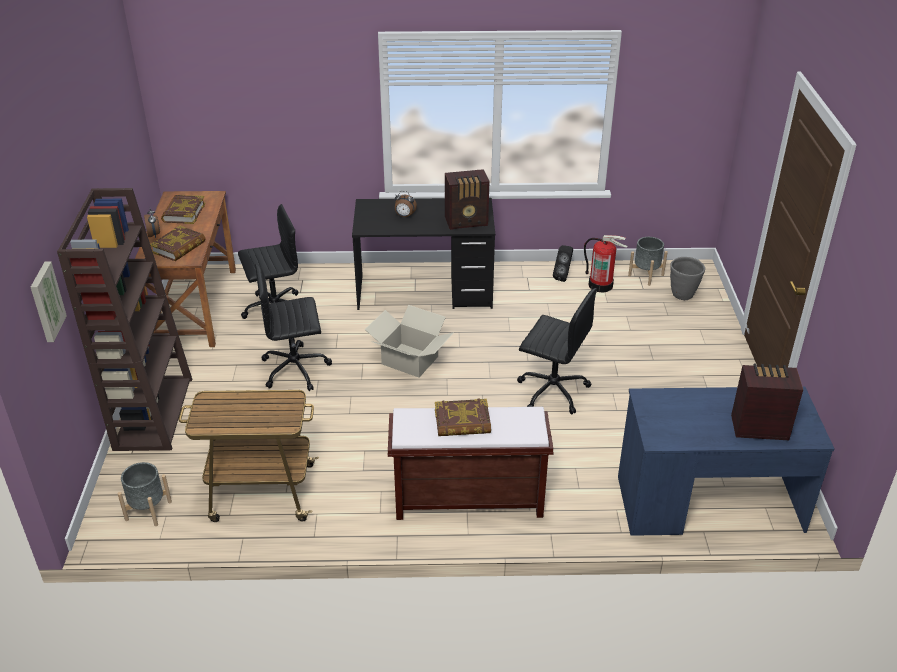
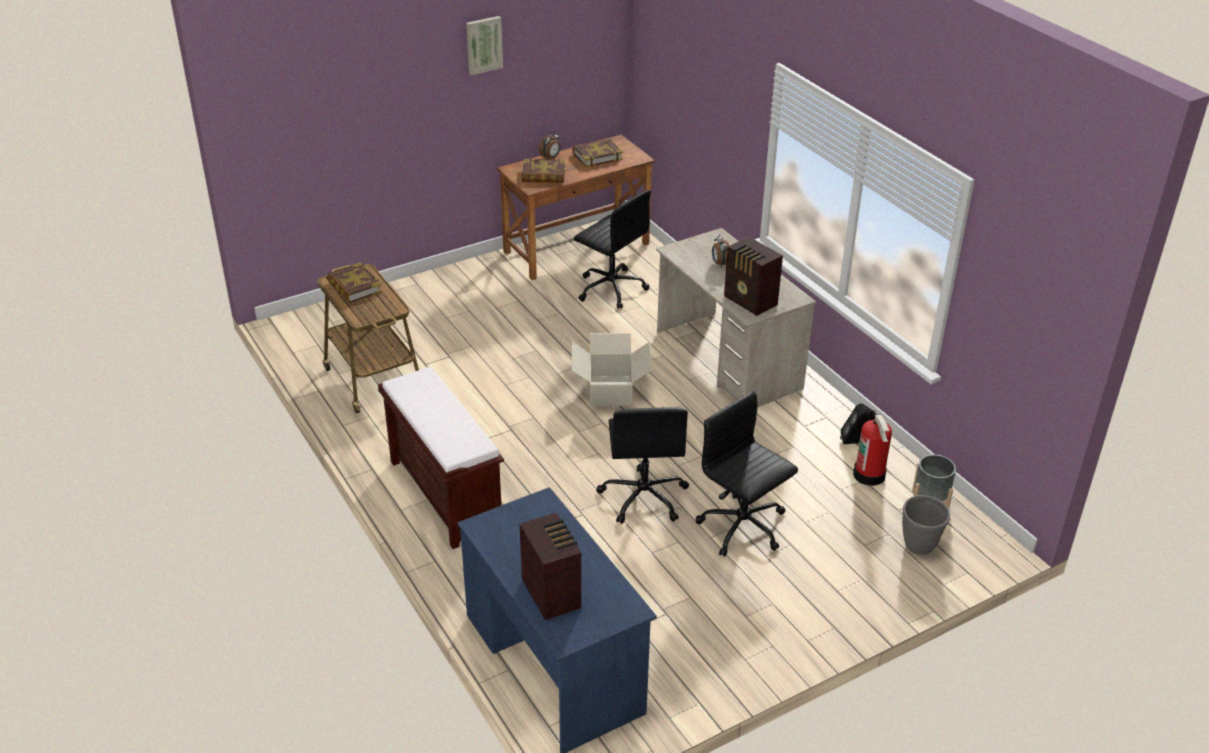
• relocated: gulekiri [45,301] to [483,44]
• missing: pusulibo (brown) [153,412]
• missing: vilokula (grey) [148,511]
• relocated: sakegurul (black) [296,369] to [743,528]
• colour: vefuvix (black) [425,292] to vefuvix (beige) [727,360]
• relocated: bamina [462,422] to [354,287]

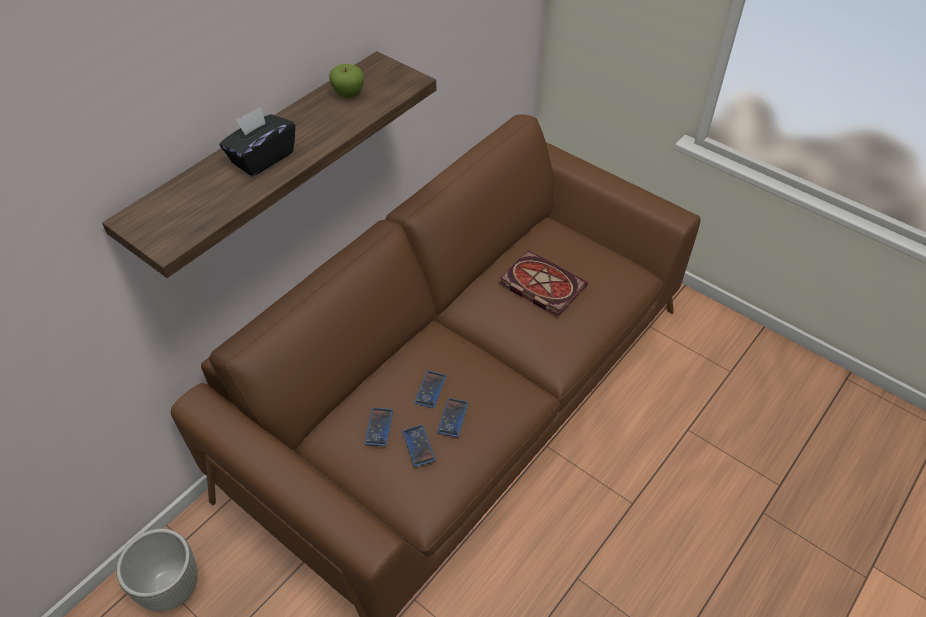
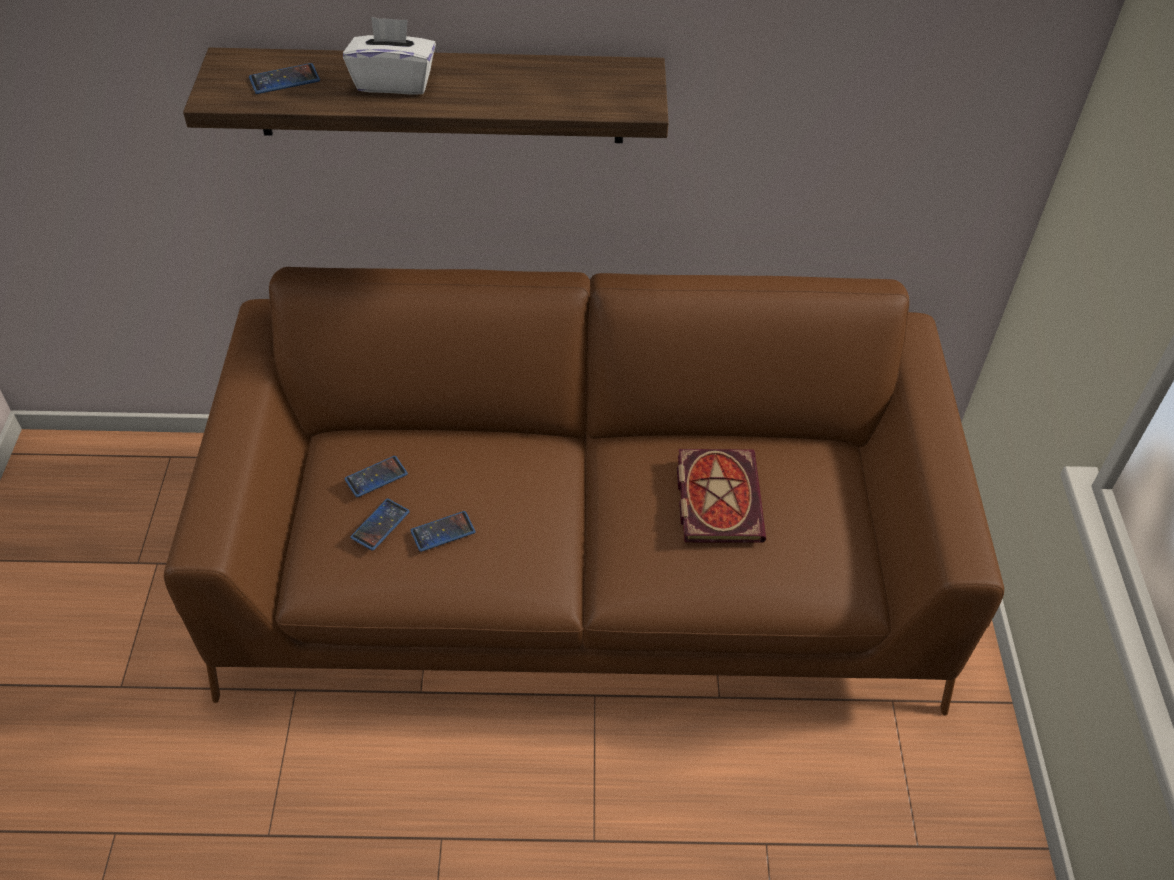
• missing: vilokula (grey) [170,587]
• colour: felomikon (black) [262,158] to felomikon (white) [394,82]
• missing: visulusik [348,94]
• relocated: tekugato [430,389] to [284,80]

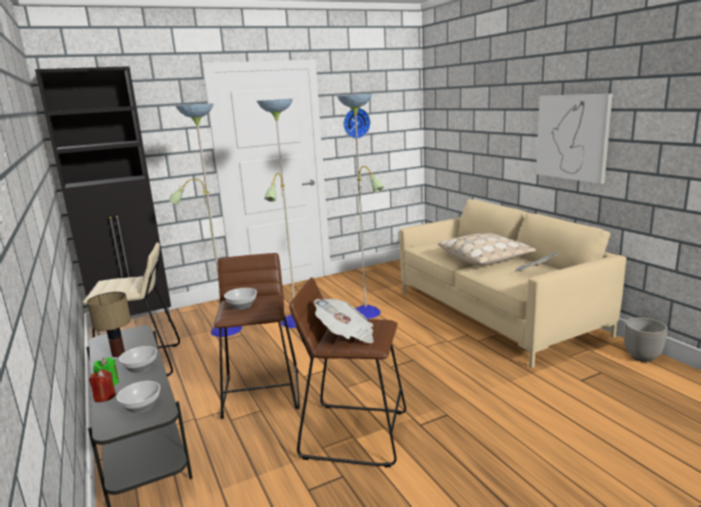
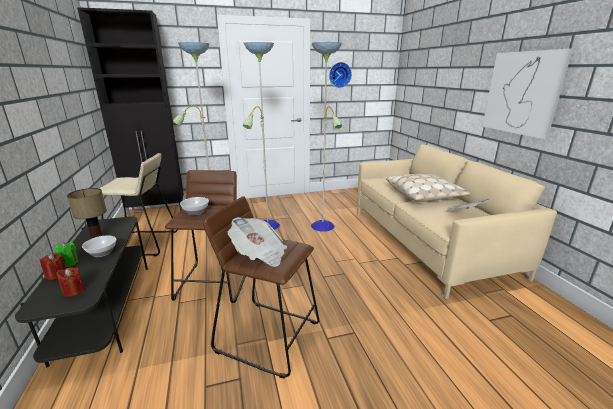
• exchanged: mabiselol [141,407] to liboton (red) [74,291]
• missing: vilokula [642,357]

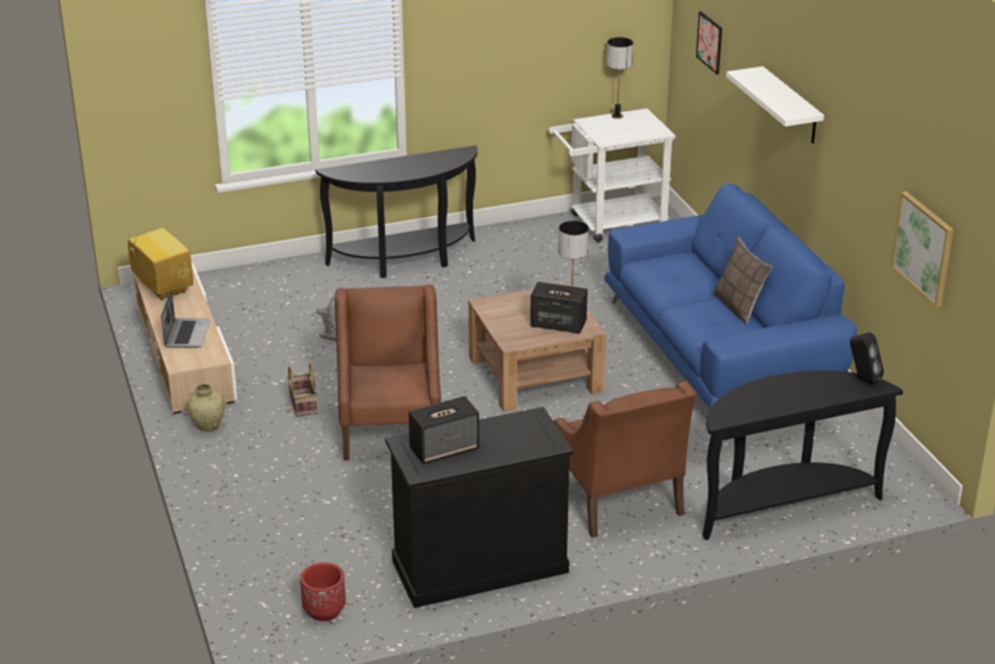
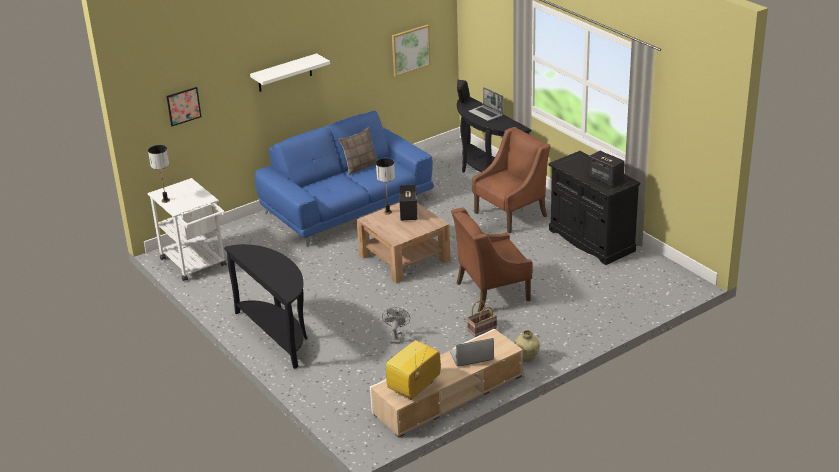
• missing: vilokula (red) [324,611]
• appeared: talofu [486,114]

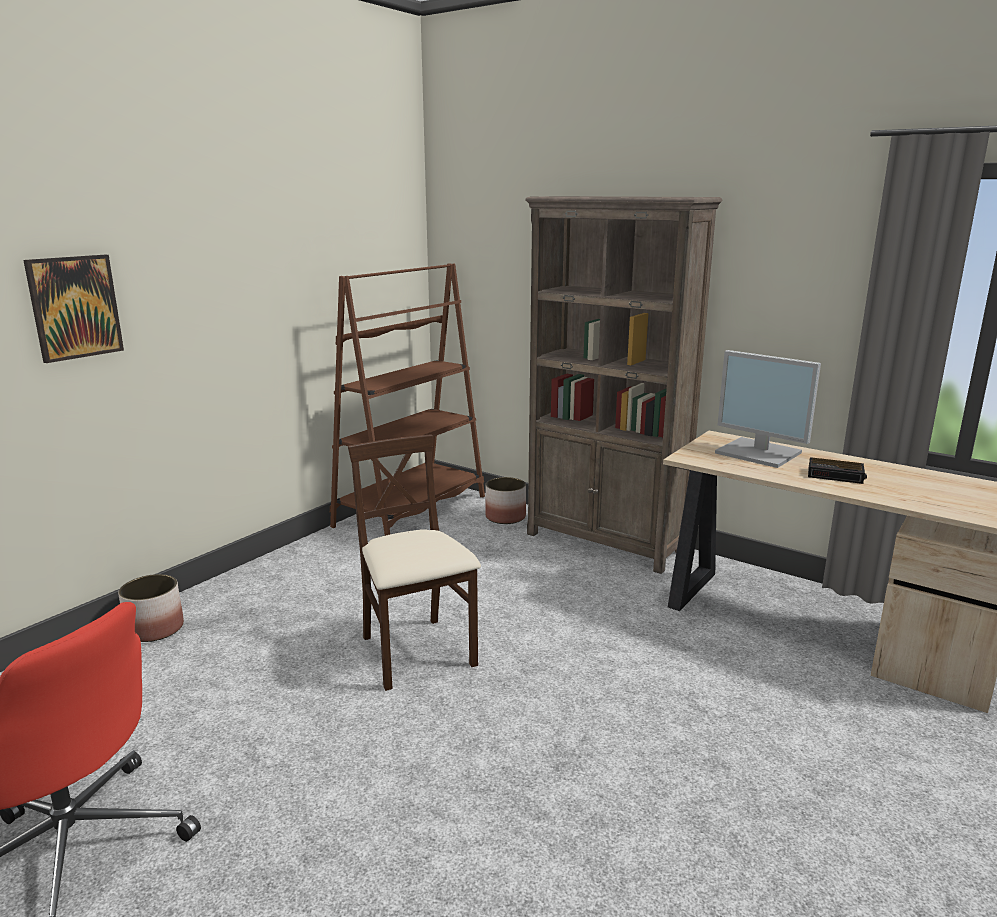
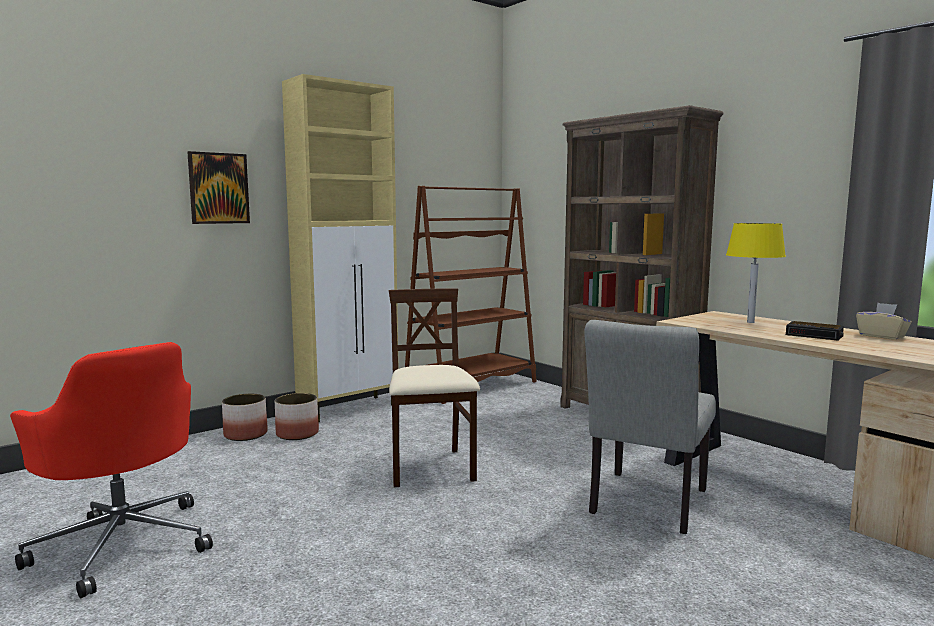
• relocated: vilokula [505,517] to [298,434]
• exchanged: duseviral [760,453] to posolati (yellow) [750,322]
• appeared: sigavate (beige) [349,409]
• appeared: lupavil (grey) [645,505]
• appeared: felomikon (beige) [882,336]

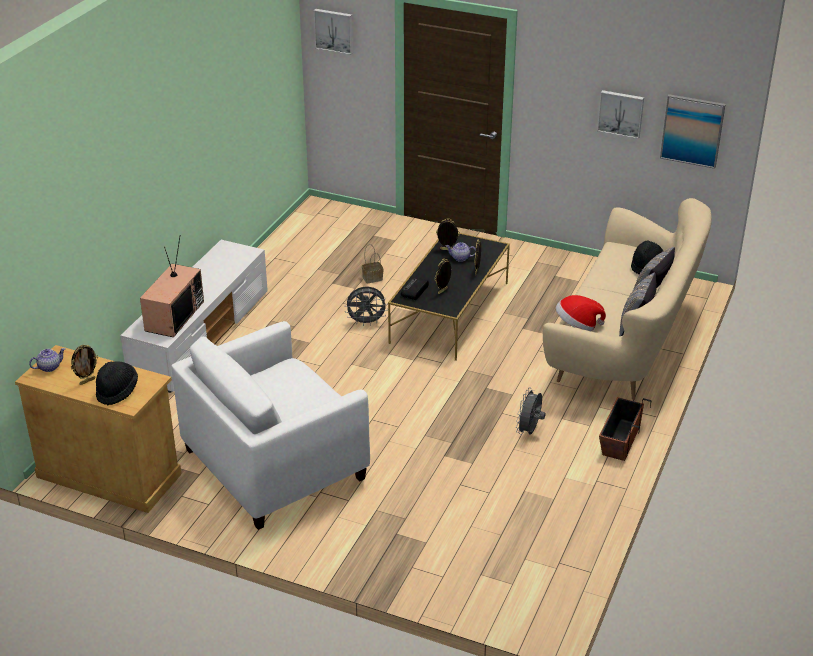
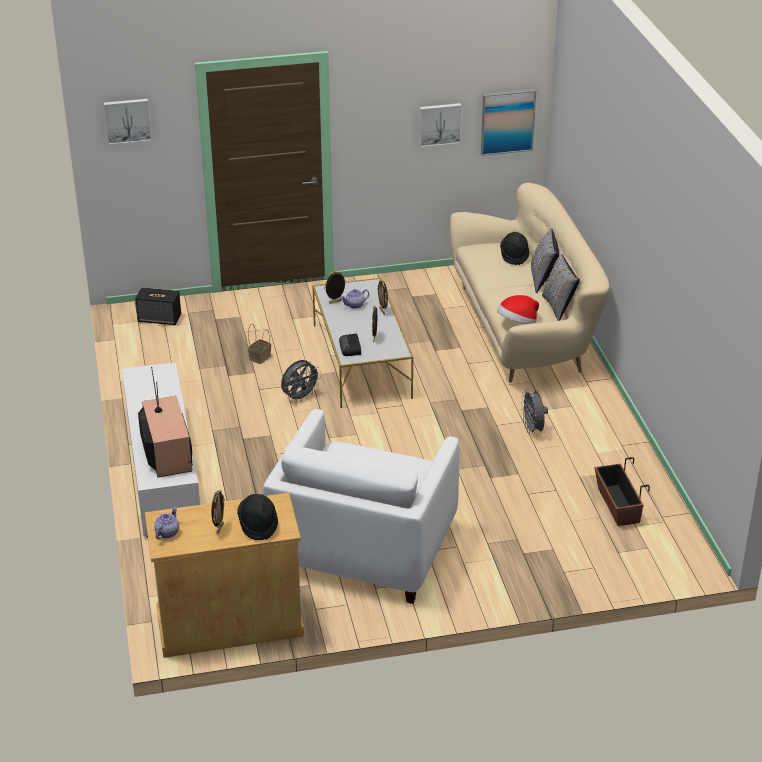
• colour: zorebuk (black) [449,313] to zorebuk (white) [361,361]
• relocated: vilokula [620,439] to [617,505]
• appeared: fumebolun [160,319]

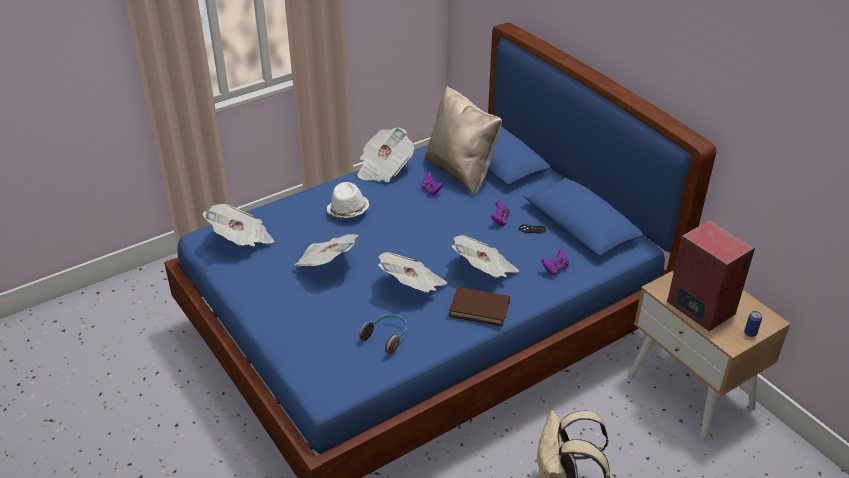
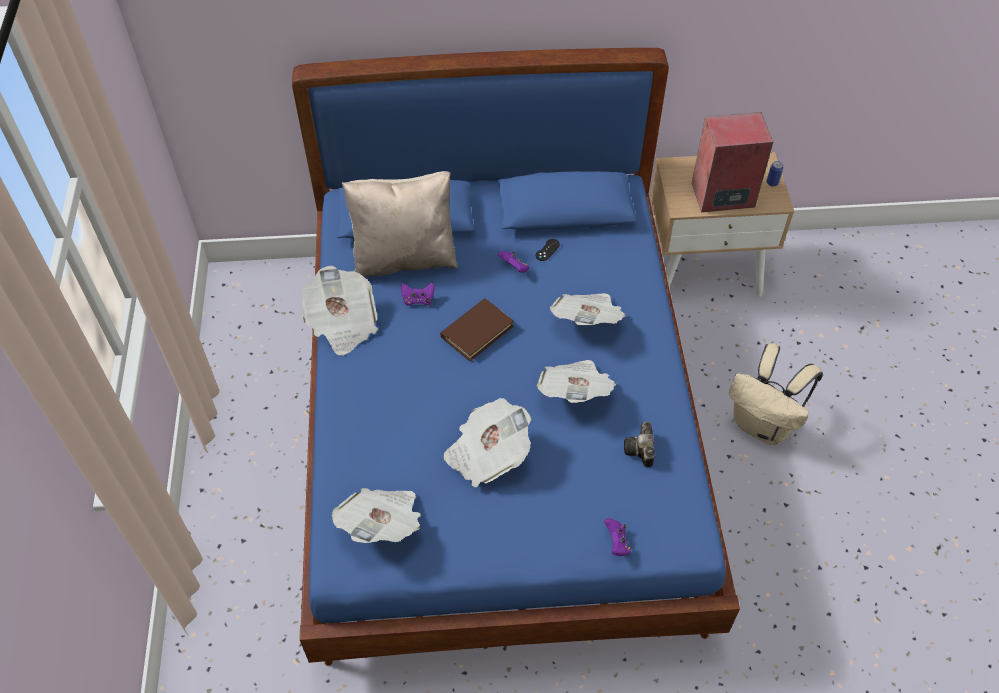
• missing: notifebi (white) [348,210]
• exchanged: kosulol [387,337] to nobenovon [640,451]
• relocated: bamina (brown) [479,308] to [477,331]
• relocated: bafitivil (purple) [555,269] to [617,543]

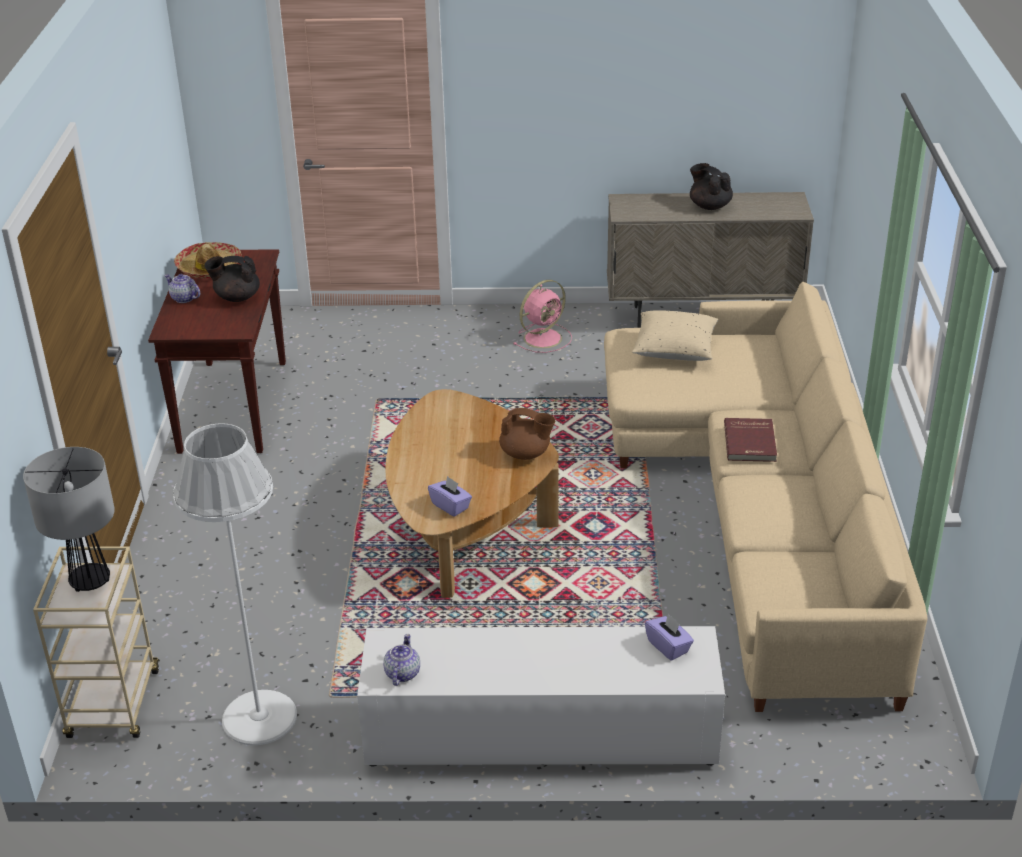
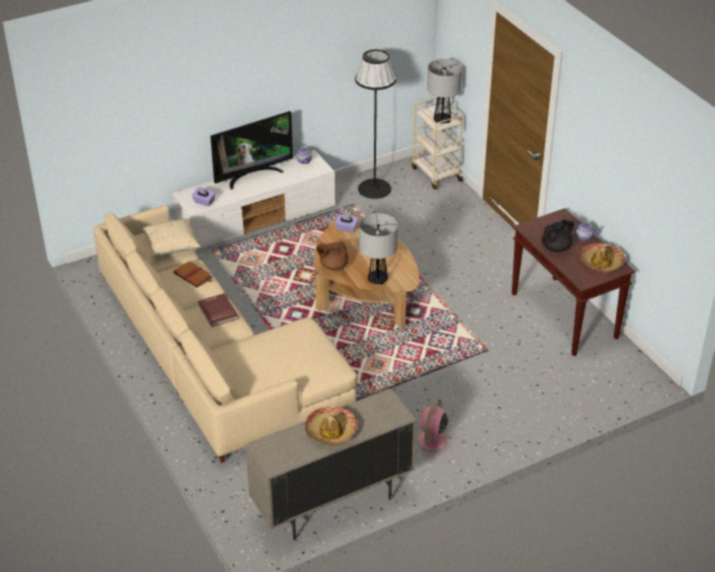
• colour: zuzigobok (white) [259,717] to zuzigobok (black) [374,188]
• relocated: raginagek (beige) [674,350] to [171,246]
• exchanged: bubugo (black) [709,206] to notifebi [331,431]
• appeared: bamina (brown) [193,276]
• appeared: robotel [252,175]
• appeared: posolati [378,280]

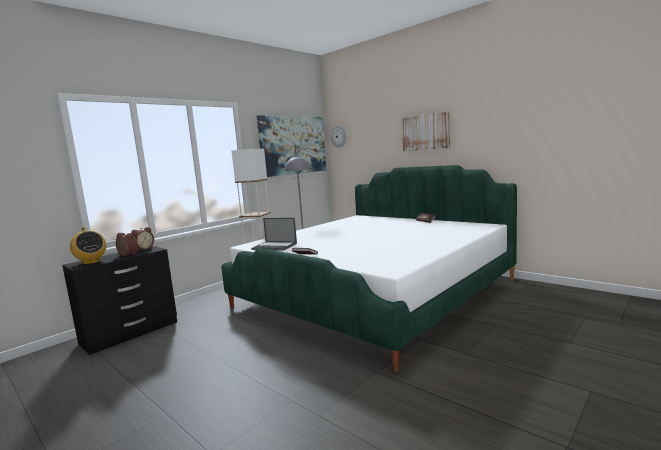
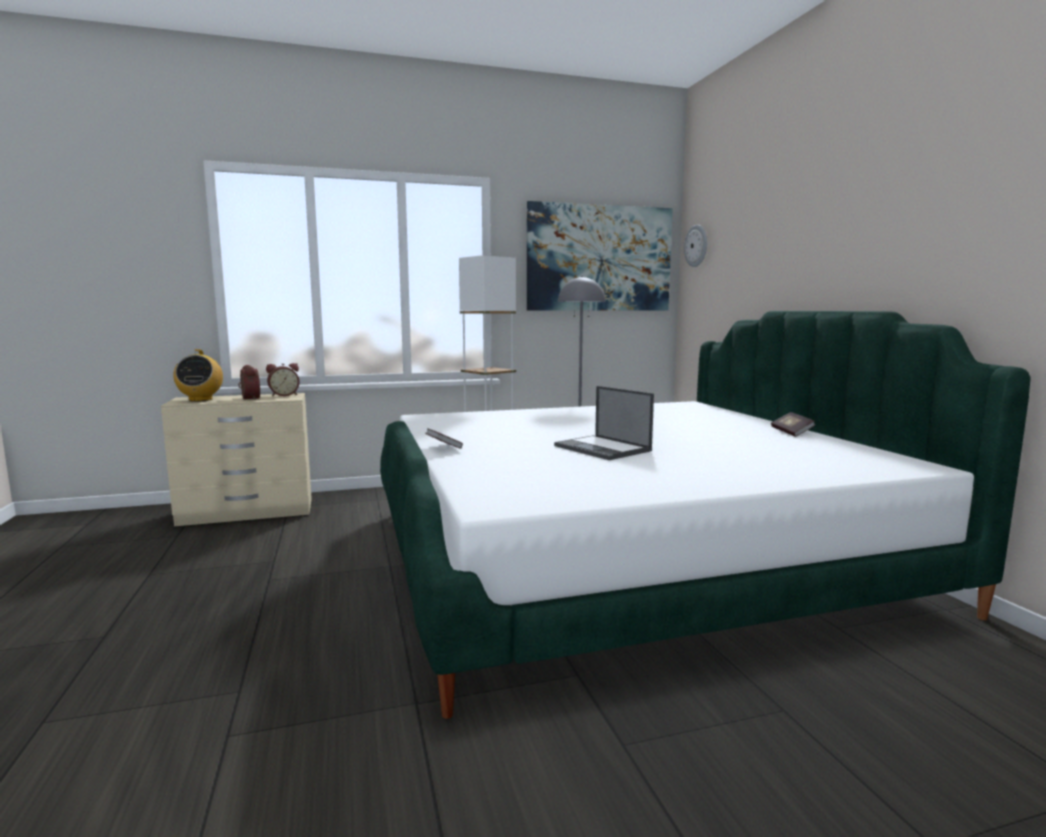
• colour: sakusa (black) [131,333] to sakusa (beige) [247,512]
• relocated: talofu [275,246] to [603,448]
• missing: gulekiri [425,132]

